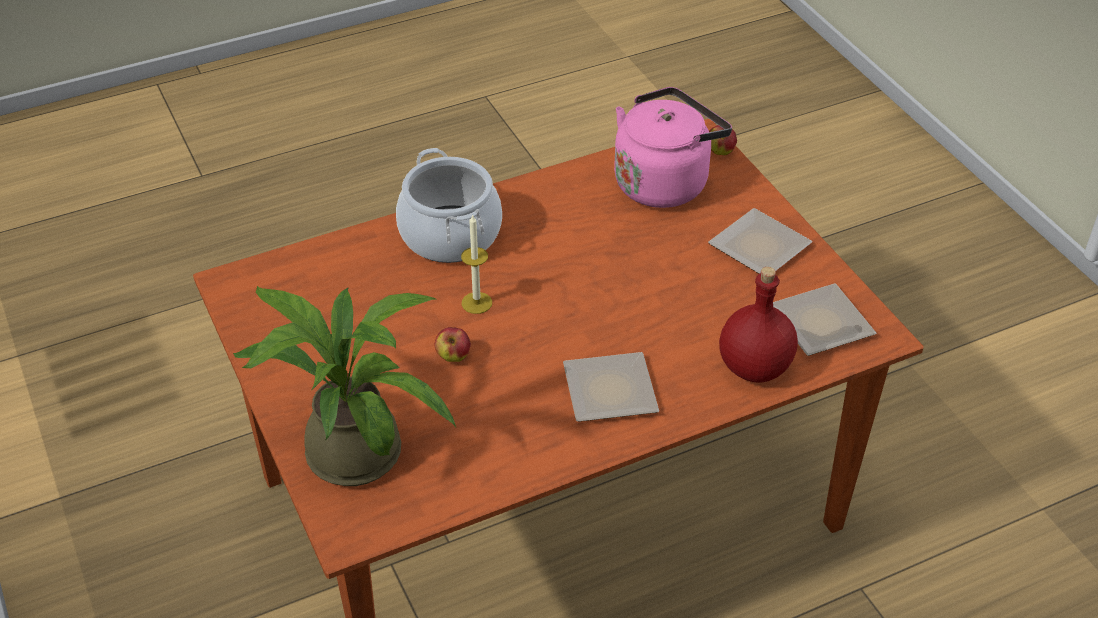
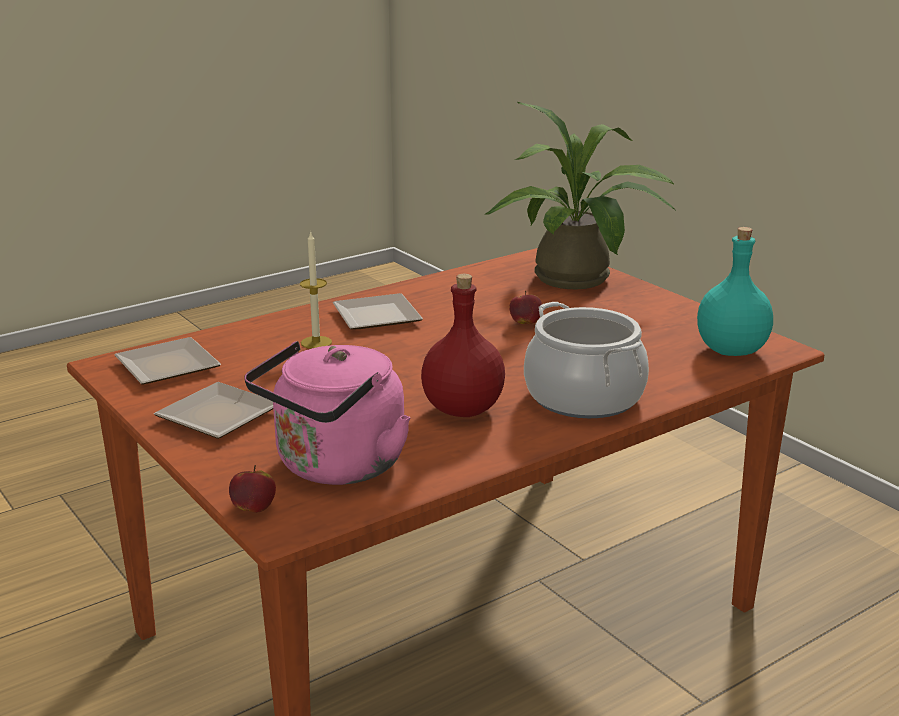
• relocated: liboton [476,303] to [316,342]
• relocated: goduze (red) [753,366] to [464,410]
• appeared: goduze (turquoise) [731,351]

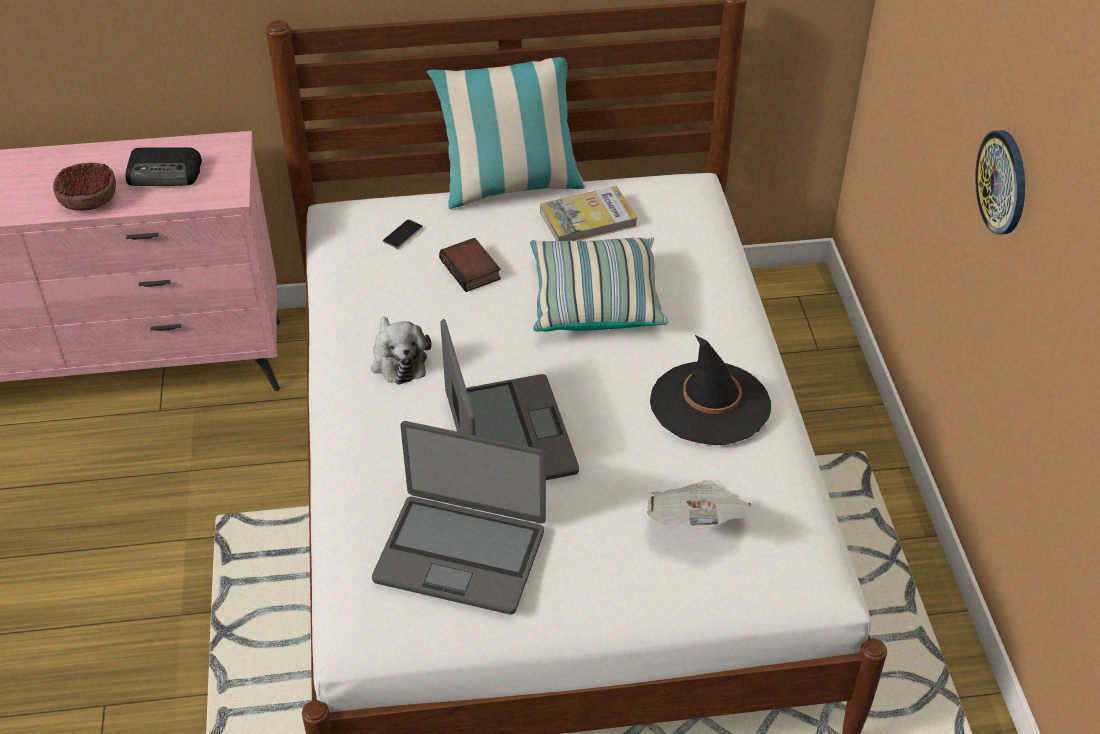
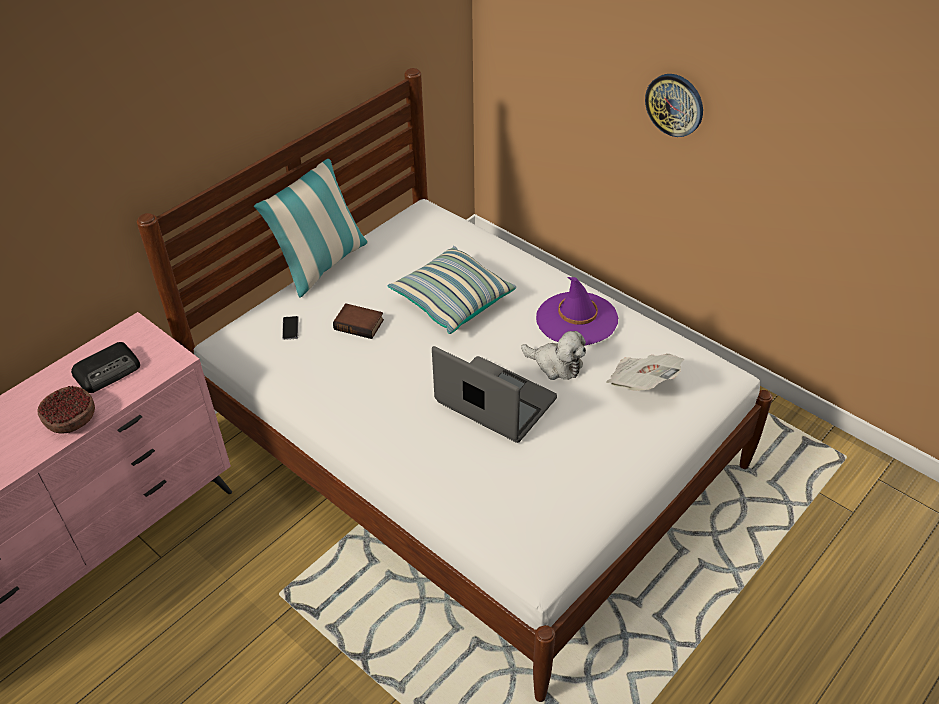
• relocated: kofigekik [398,360] to [556,364]
• missing: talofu [461,553]
• missing: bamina [588,219]
• colour: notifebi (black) [710,403] to notifebi (purple) [576,319]

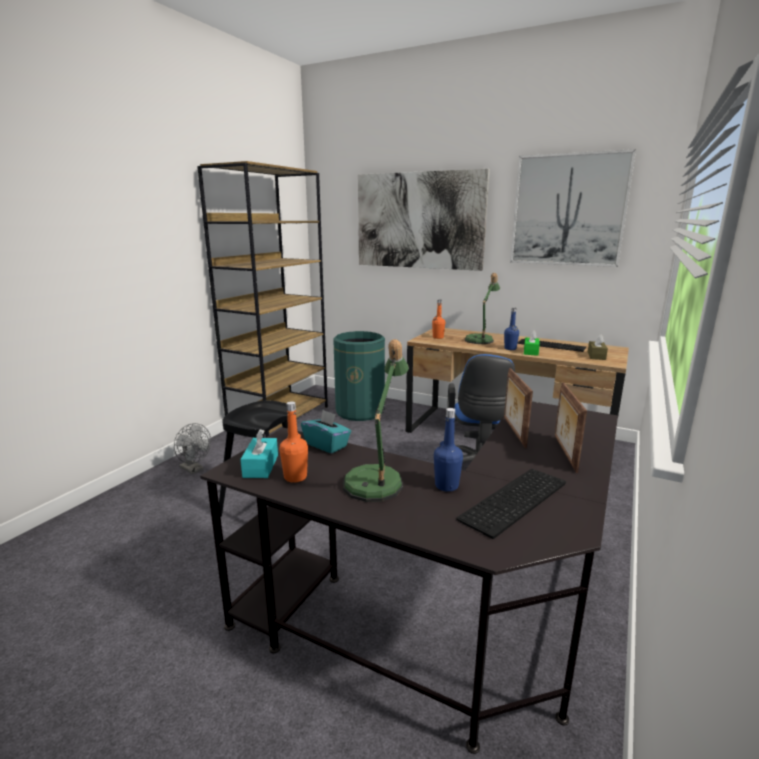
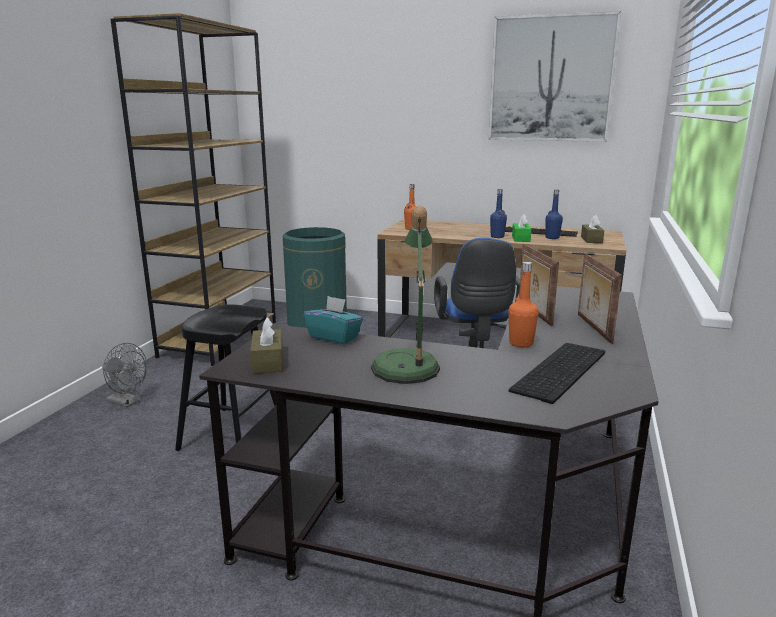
• colour: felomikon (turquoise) [261,466] to felomikon (brown) [268,361]
• relocated: goduze (orange) [295,477] to [521,343]
• missing: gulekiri [419,221]
• relocated: goduze (blue) [446,486] to [552,238]
• missing: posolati [481,339]

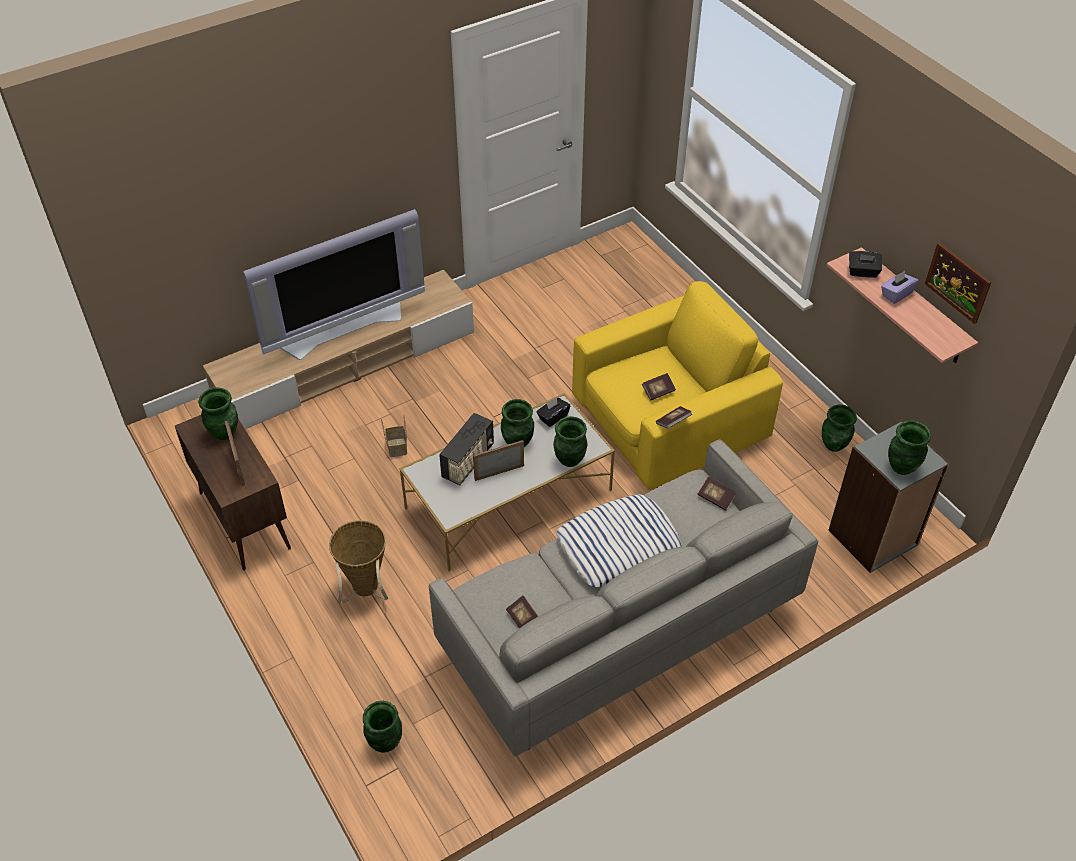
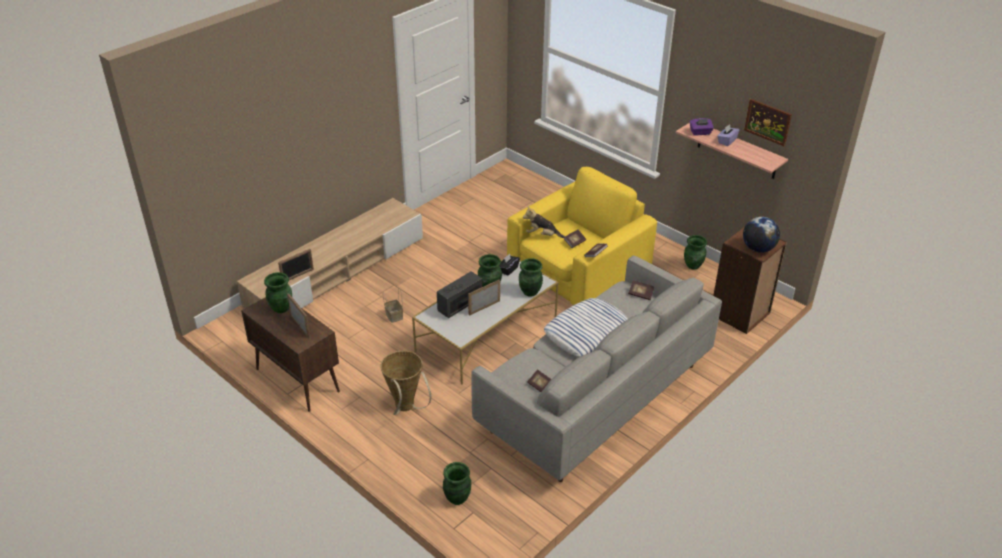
• missing: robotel [343,327]
• spun: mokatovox [468,462] = [460,305] 150 degrees counterclockwise
• colour: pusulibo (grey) [873,538] to pusulibo (brown) [740,314]
• colour: felomikon (black) [862,272] to felomikon (purple) [700,132]
• exchanged: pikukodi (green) [901,466] to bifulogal [758,249]
• appeared: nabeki [298,276]
• appeared: kofigekik [542,235]

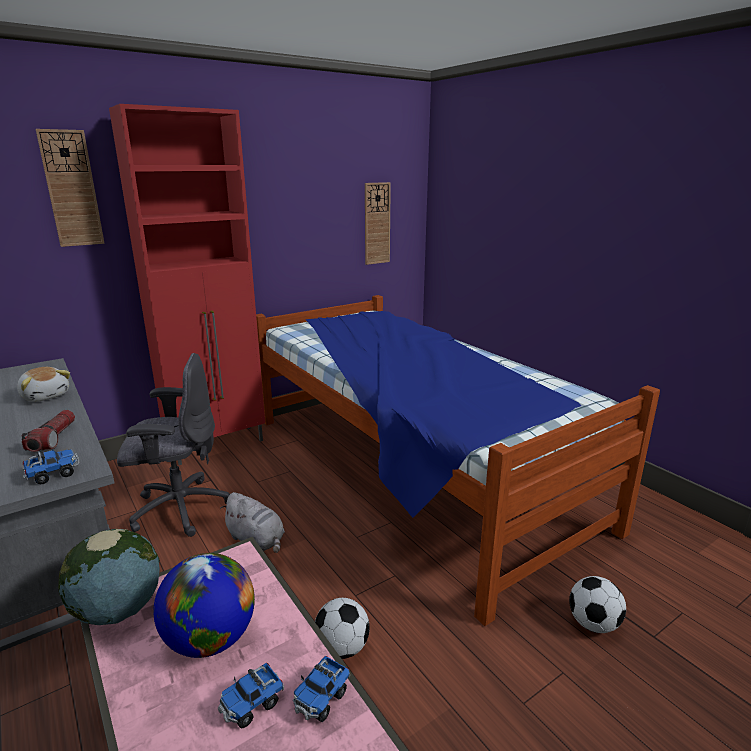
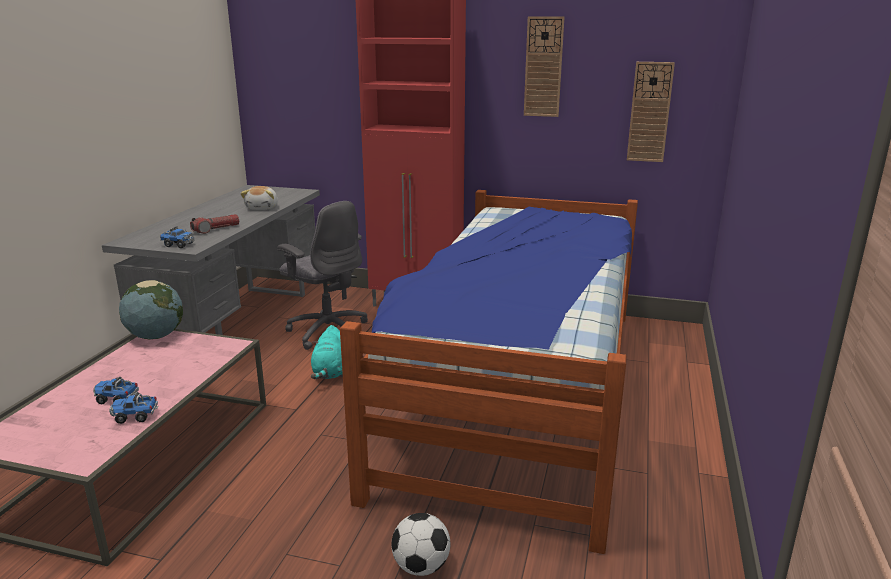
• relocated: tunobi [71,189] to [543,67]
• missing: bifulogal [210,639]
• colour: kofigekik (grey) [257,540] to kofigekik (turquoise) [331,372]
• missing: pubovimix [342,647]

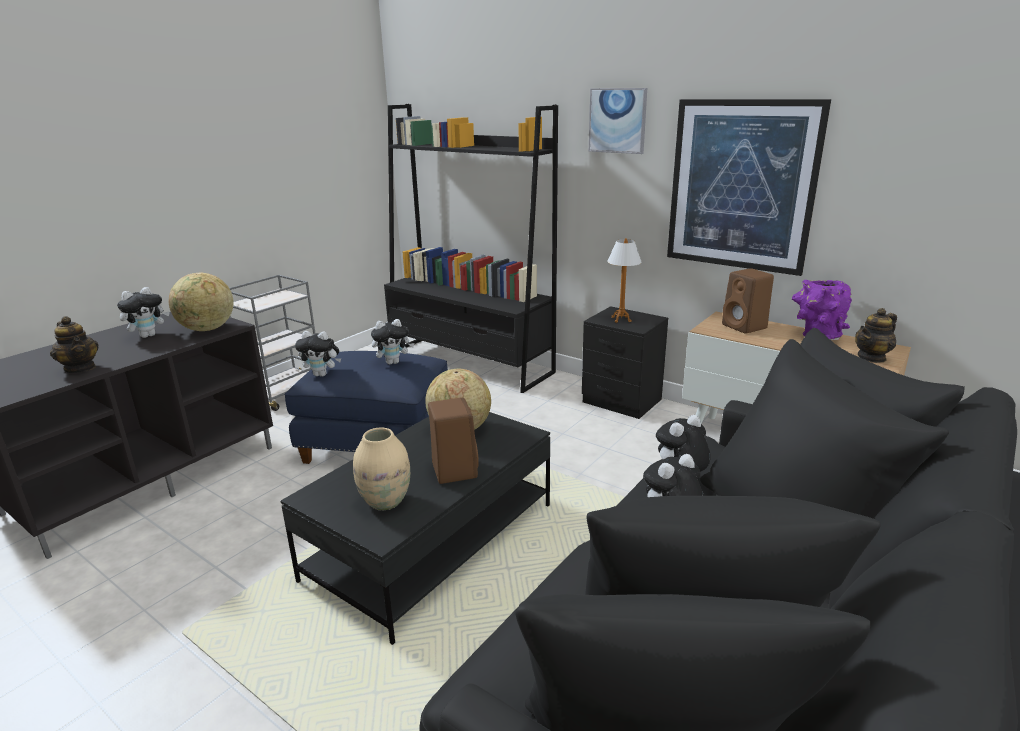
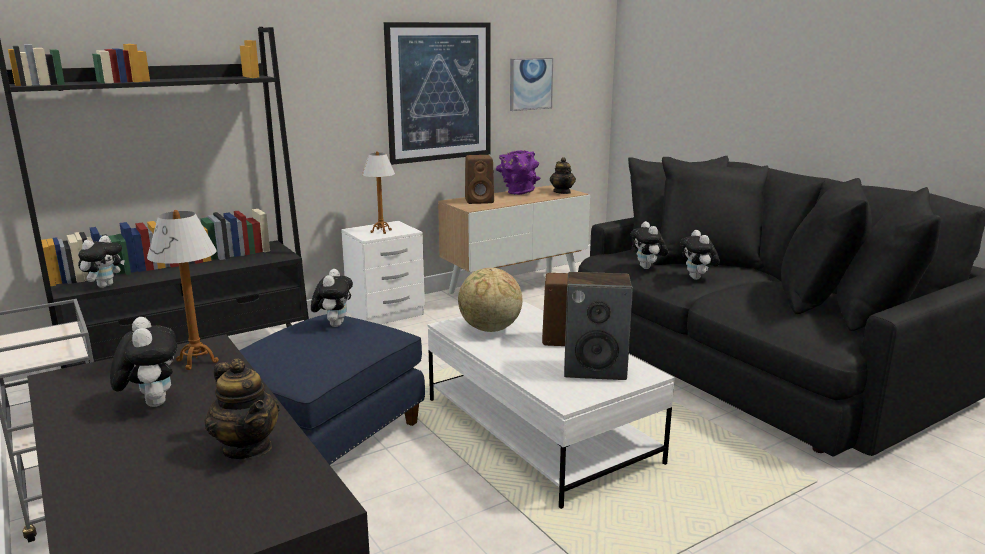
• spun: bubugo [80,368] = [247,447] 75 degrees clockwise
• exchanged: bifulogal [207,329] to posolati [197,361]
• colour: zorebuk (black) [432,542] to zorebuk (white) [539,430]
• relocated: kofigekik [322,374] to [105,285]
• exchanged: pikukodi (beige) [386,501] to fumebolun [595,369]
• colour: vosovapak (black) [622,402] to vosovapak (white) [387,313]
• relocated: gulekiri [617,120] to [530,84]

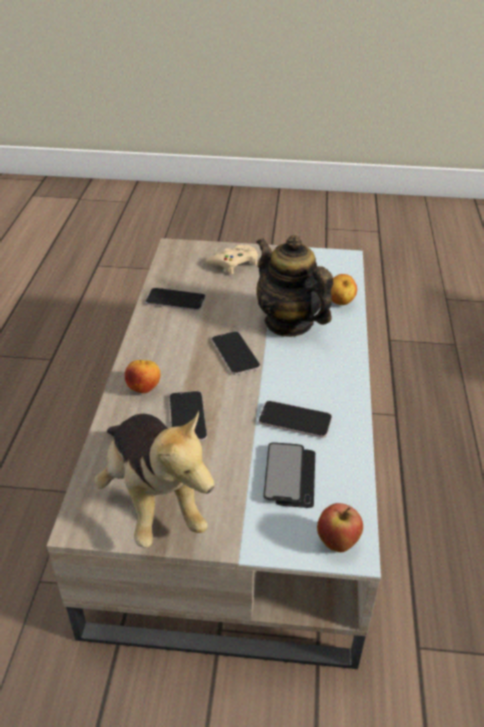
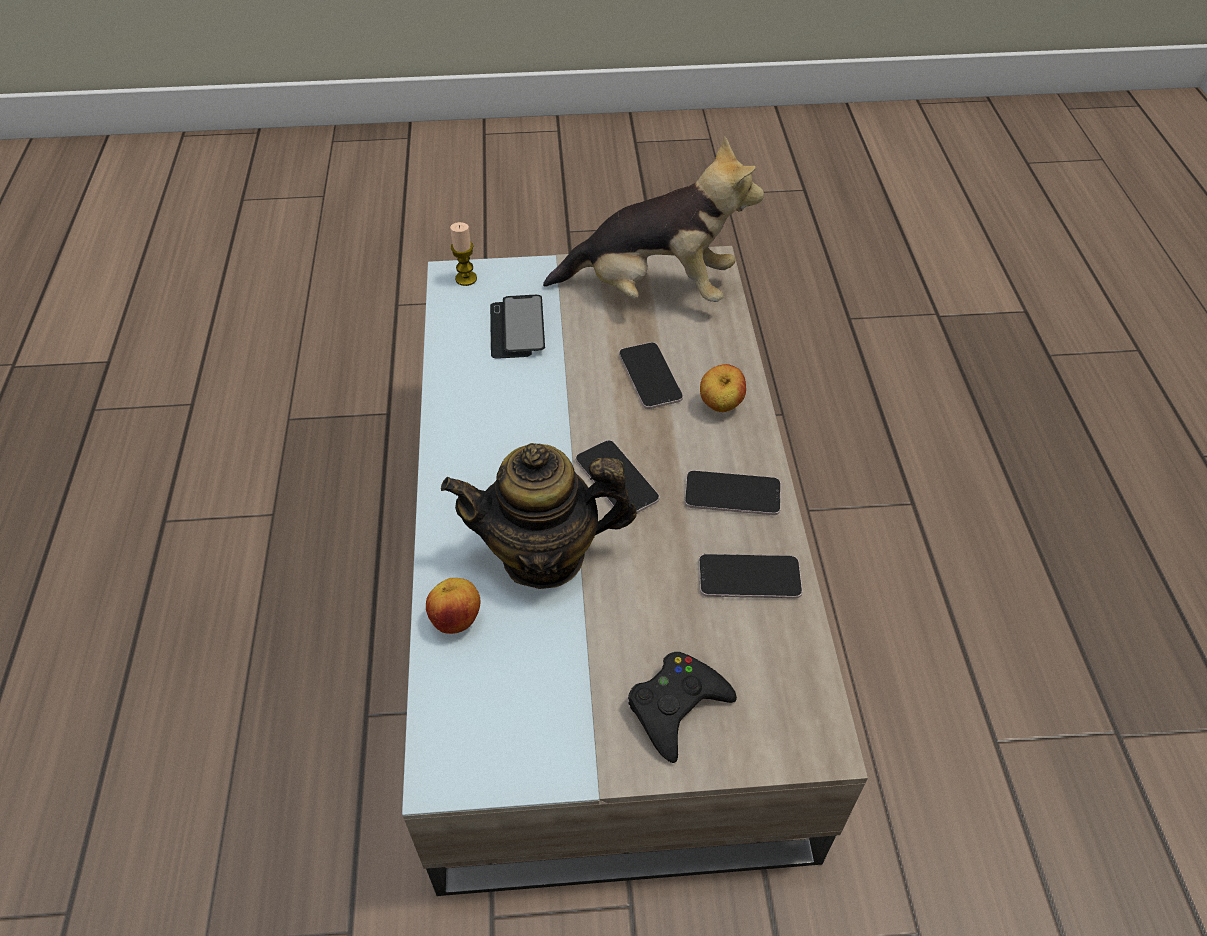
• spun: kofigekik [152,499] = [653,290] 135 degrees clockwise
• colour: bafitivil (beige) [234,263] to bafitivil (black) [677,707]
• spun: bubugo [289,322] = [544,555] 135 degrees clockwise
• relocated: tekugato [295,420] to [732,494]
• exchanged: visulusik [337,543] to liboton [466,278]

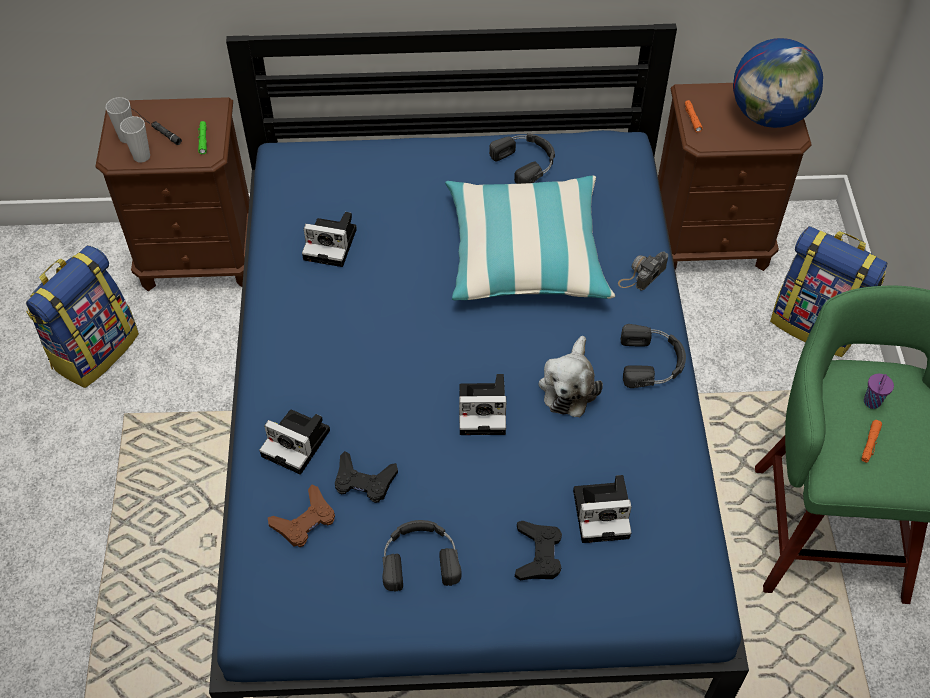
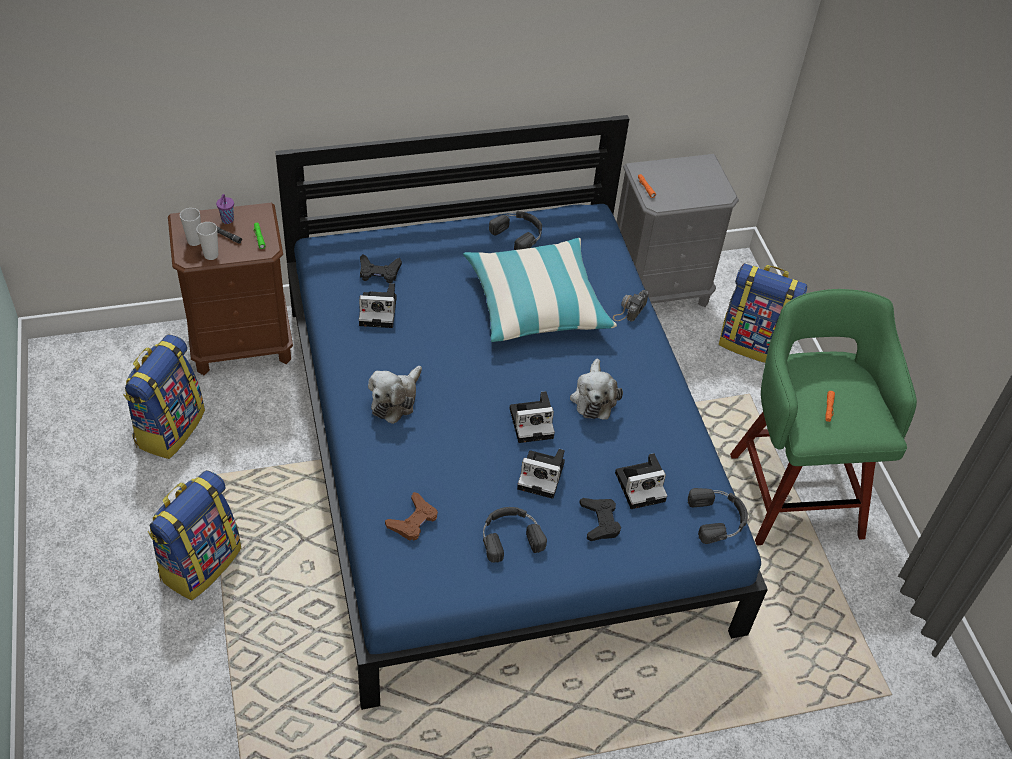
• relocated: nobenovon [298,443] to [543,476]
• relocated: bafitivil (black) [364,481] to [379,272]
• relocated: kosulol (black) [652,361] to [718,518]
• colour: vosovapak (brown) [711,241] to vosovapak (grey) [659,289]
• missing: bifulogal [769,115]
• relocated: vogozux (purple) [871,403] to [227,220]
• appeared: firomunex [200,562]
• appeared: kofigekik [395,400]

